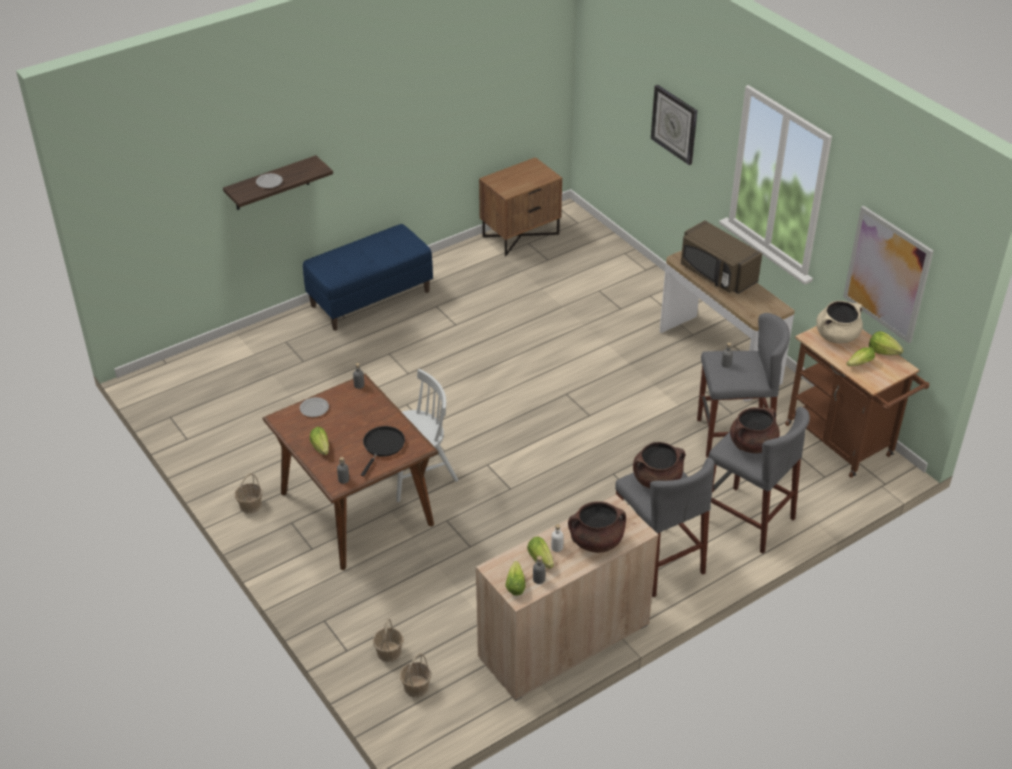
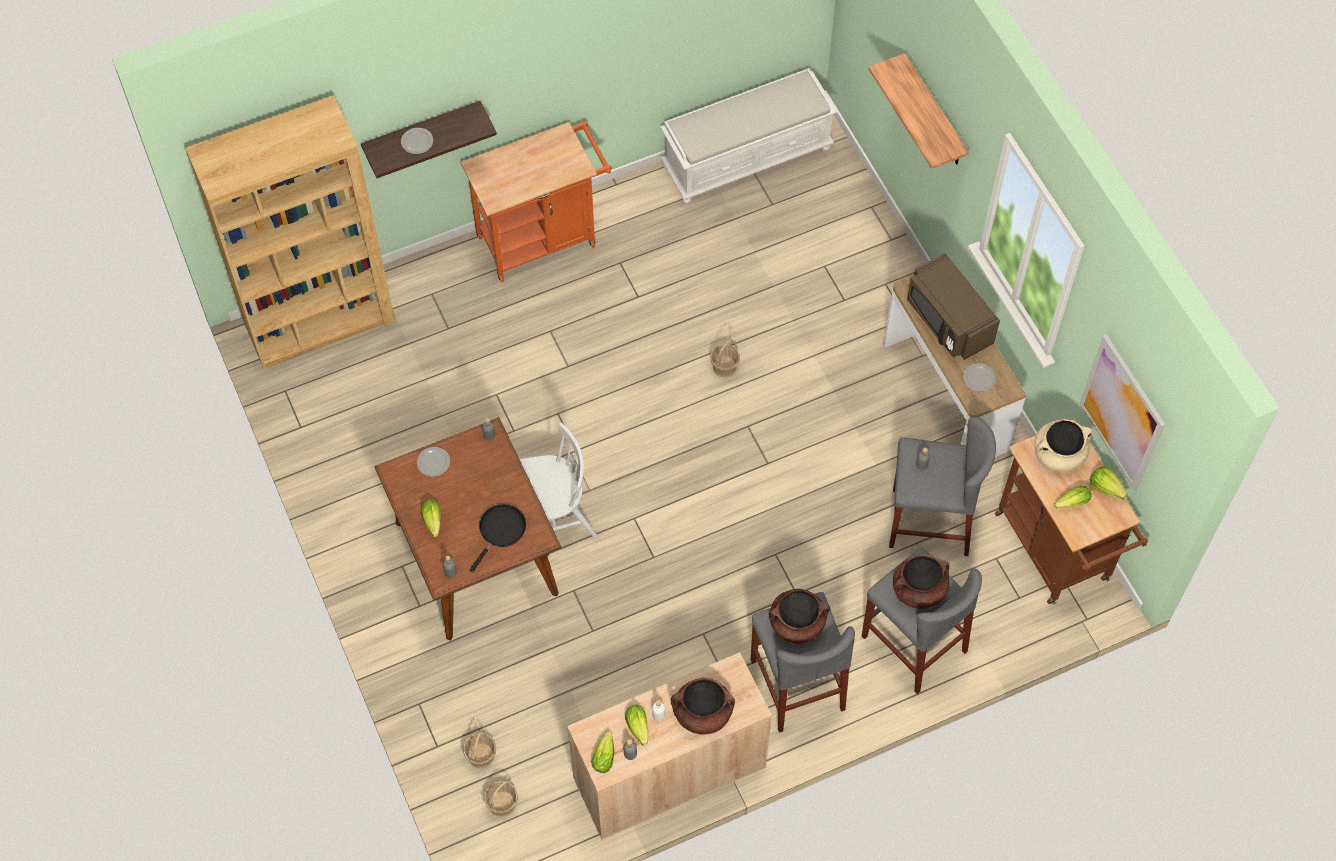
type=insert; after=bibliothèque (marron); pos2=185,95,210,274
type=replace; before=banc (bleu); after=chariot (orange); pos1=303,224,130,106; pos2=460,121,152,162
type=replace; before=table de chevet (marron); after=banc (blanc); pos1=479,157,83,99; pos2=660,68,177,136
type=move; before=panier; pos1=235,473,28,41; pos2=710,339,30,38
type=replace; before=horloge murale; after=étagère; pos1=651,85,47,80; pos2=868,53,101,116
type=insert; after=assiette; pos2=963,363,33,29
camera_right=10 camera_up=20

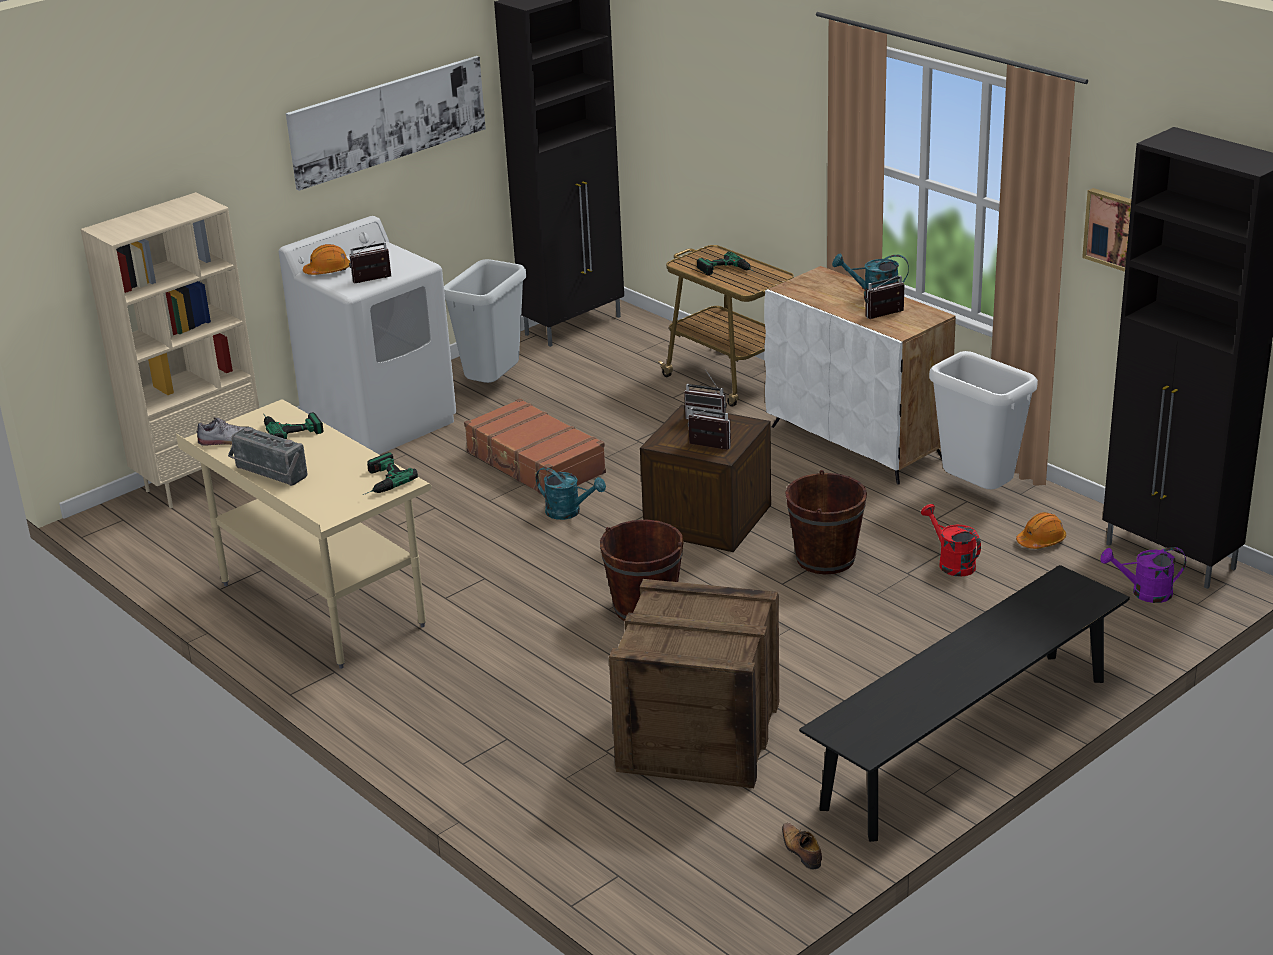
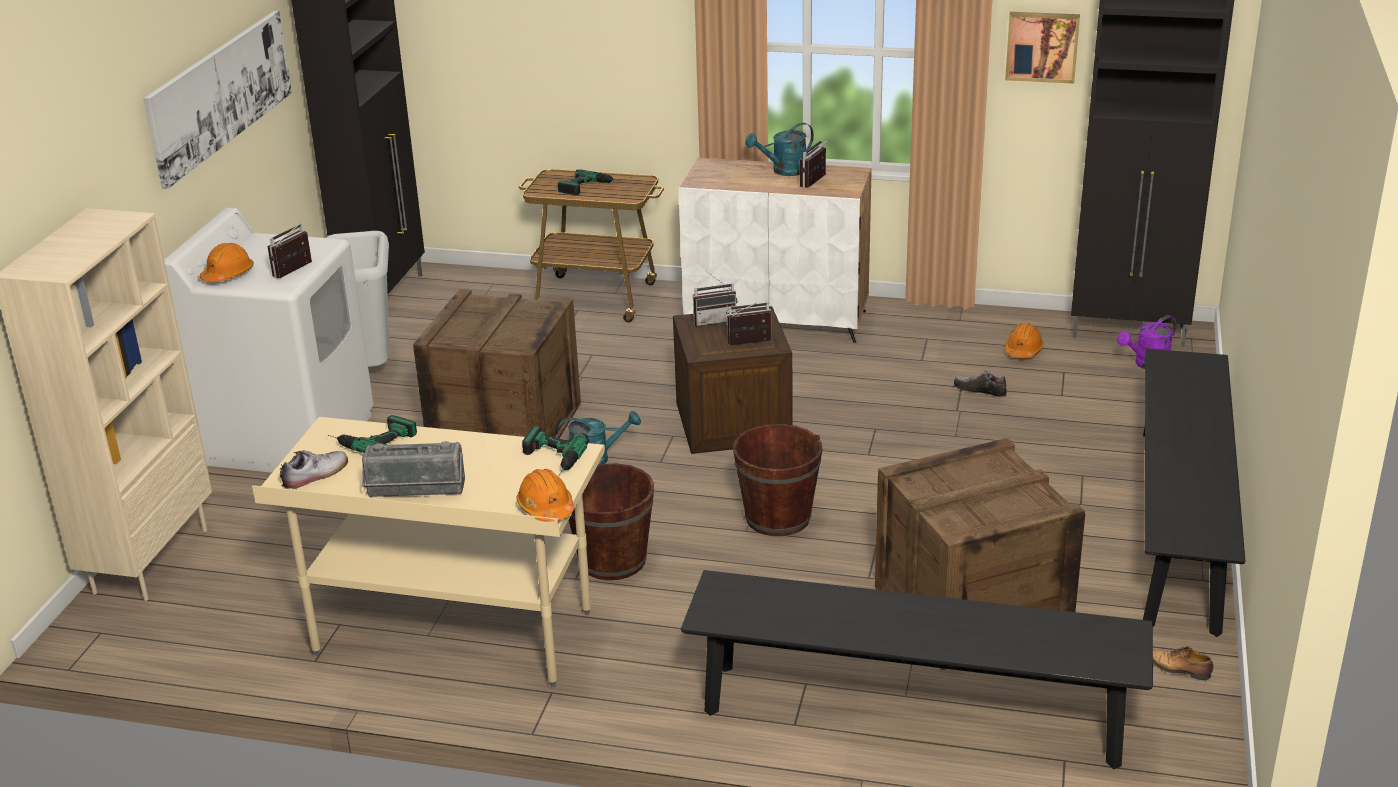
type=replace; before=valise (marron); after=caisse; pos1=464,398,142,96; pos2=413,289,168,149
type=insert; after=casque de chantier (orange); pos2=516,469,58,53
type=move; before=seau (marron); pos1=785,470,82,104; pos2=569,463,85,117
type=insert; after=banc (noir); pos2=681,570,472,199
type=replace; before=arrosoir (rouge); after=chaussure; pos1=921,504,60,73; pos2=954,370,53,27
type=delete; before=poubelle (blanc); pos1=929,351,109,138
camera_right=-35 camera_up=0

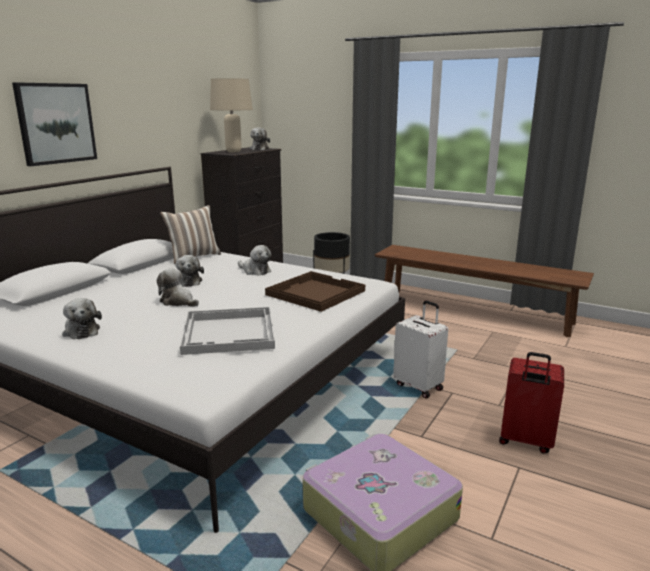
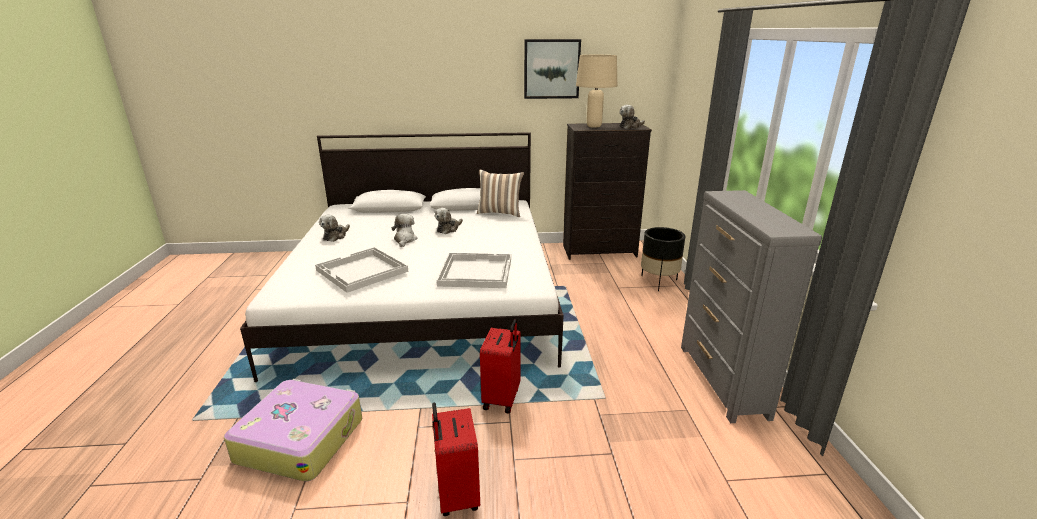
type=recolor; before=plateau (marron); after=plateau (blanc); pos1=265,271,100,41; pos2=437,253,74,35
type=recolor; before=valise (blanc); after=valise (rouge); pos1=393,300,55,98; pos2=480,319,41,95
type=move; before=tableau; pos1=12,82,85,84; pos2=524,39,57,60
type=replace; before=banc (marron); after=commode (gris); pos1=375,245,219,92; pos2=681,190,141,233
type=delete; before=peluche; pos1=238,245,33,31
camera_right=55 camera_up=5

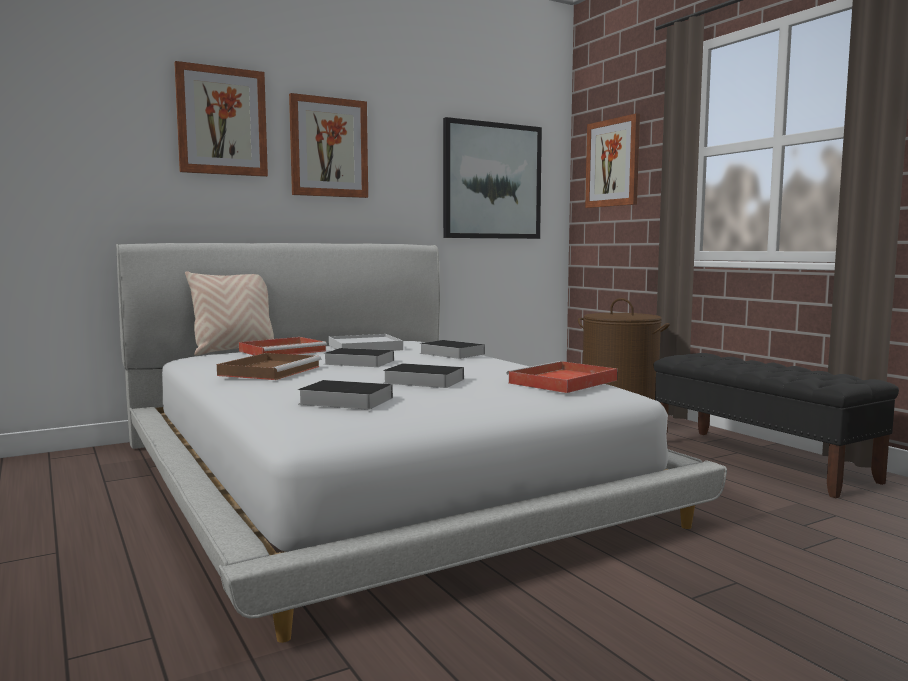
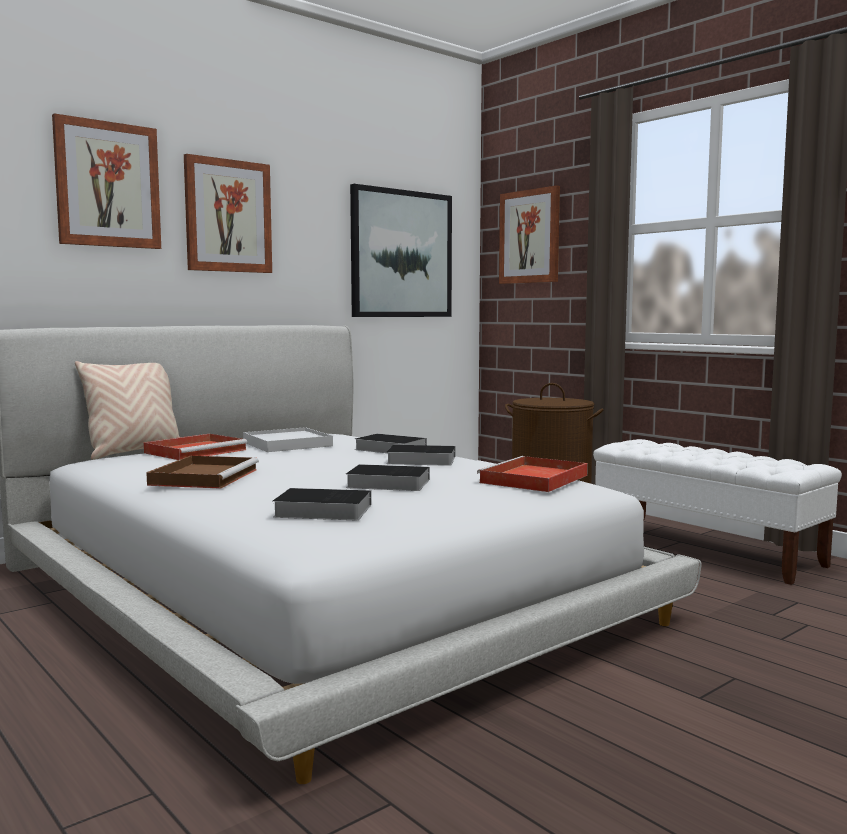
type=move; before=livre; pos1=323,348,71,19; pos2=387,445,68,21
type=recolor; before=banc (noir); after=banc (blanc); pos1=654,353,245,145; pos2=593,439,249,146
camera_right=-10 camera_up=0

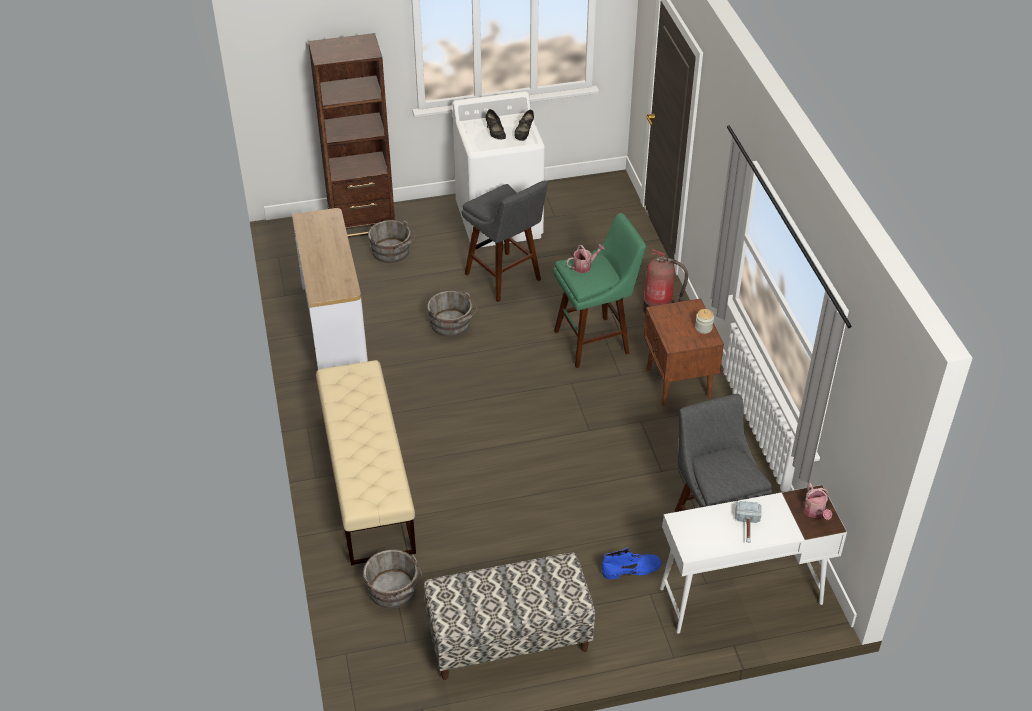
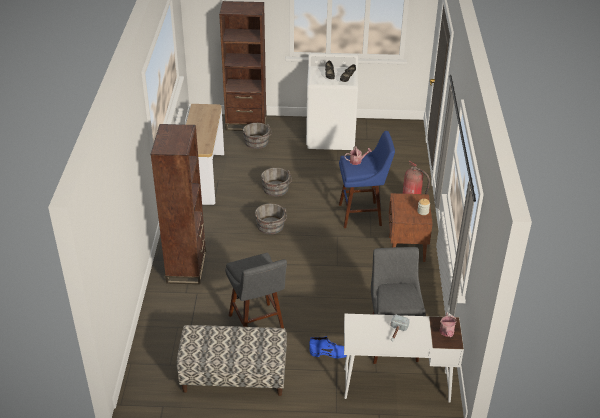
type=replace; before=banc (beige); after=bibliothèque (marron); pos1=316,360,100,206; pos2=150,124,56,161
type=move; before=tabouret (gris); pos1=462,180,86,122; pos2=225,253,62,75
type=move; before=seau (gris); pos1=363,550,59,59; pos2=255,203,32,31
type=recolor; before=tabouret (vert); after=tabouret (bleu); pos1=553,213,93,155; pos2=339,131,56,97
camera_right=15 camera_up=-5

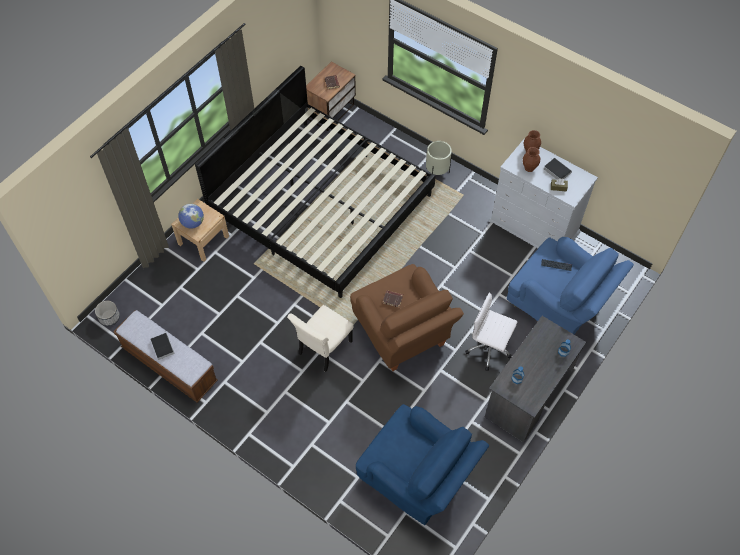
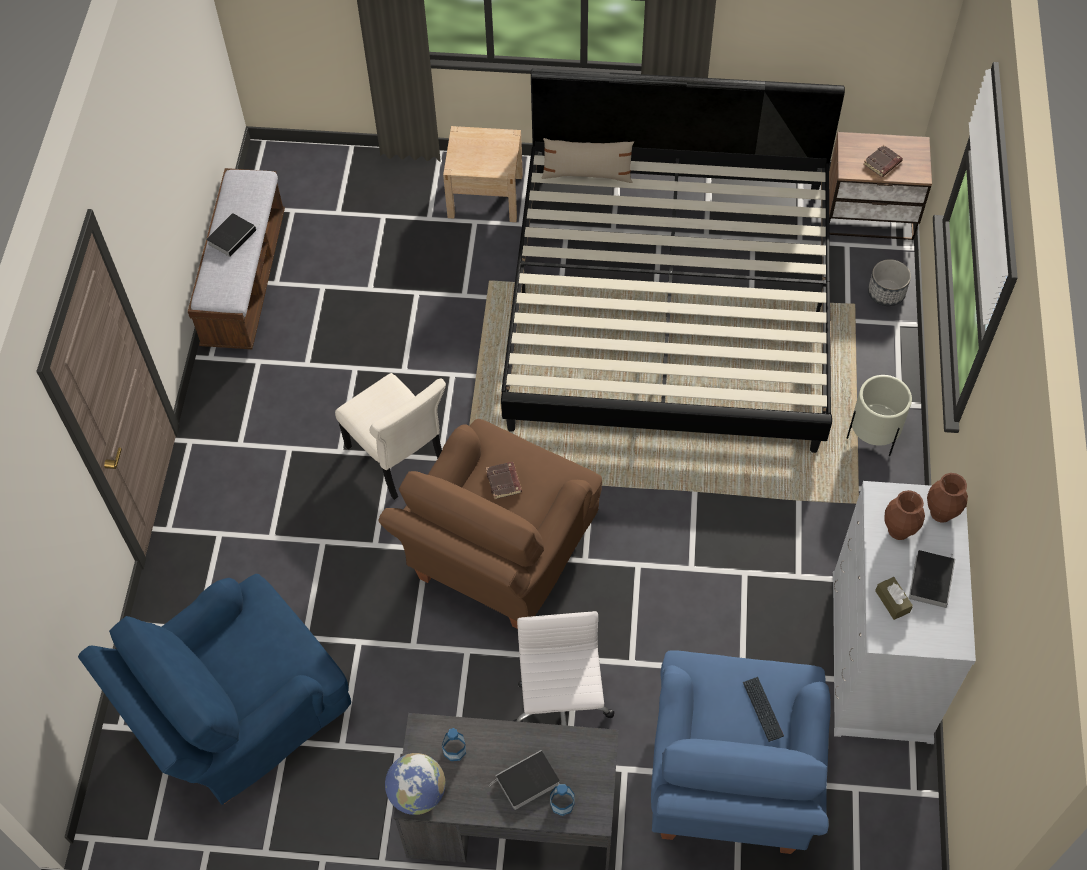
type=rotate; before=fauteuil (bleu); pos1=356,404,133,121; pos2=78,574,273,231; turn=45
type=rotate; before=chaise (beige); pos1=287,305,67,67; pos2=335,373,111,127; turn=-135
type=move; before=globe; pos1=178,204,26,25; pos2=385,753,61,62
type=insert; after=livre; pos2=488,750,72,60
type=insert; after=coussin (beige); pos2=541,138,93,45
type=move; before=cache-pot; pos1=95,301,25,25; pos2=868,259,43,47
camera_right=60 camera_up=0

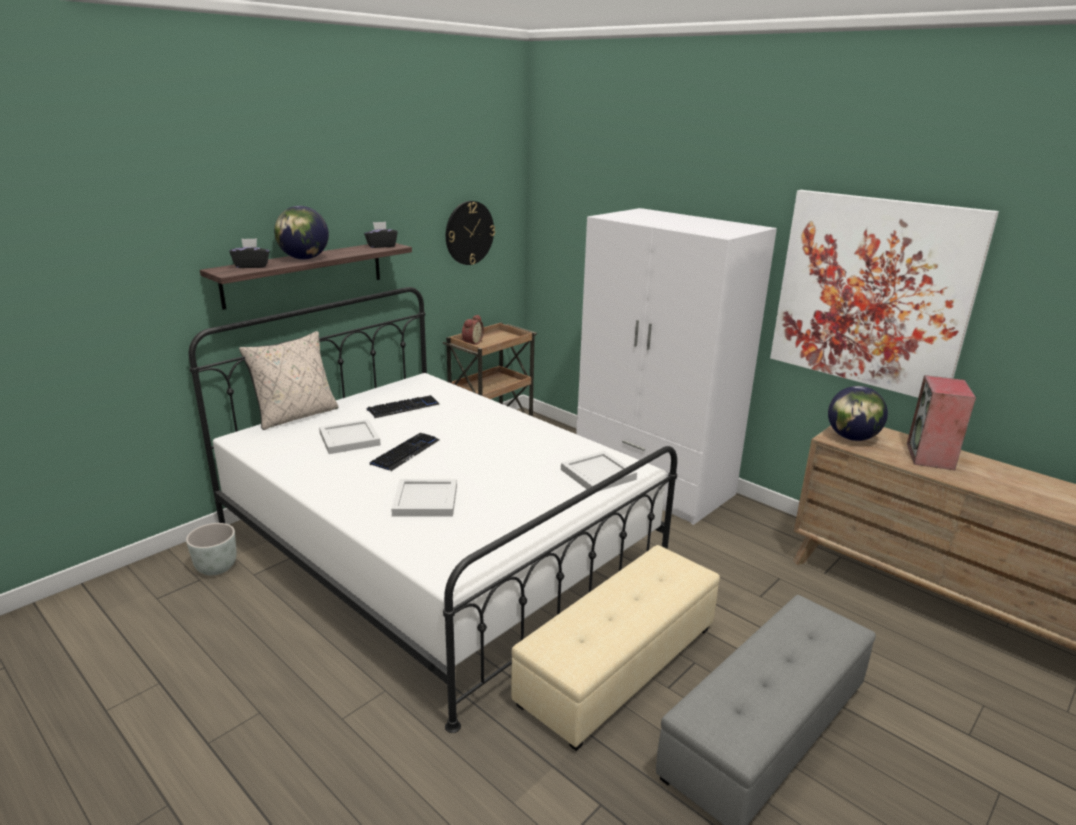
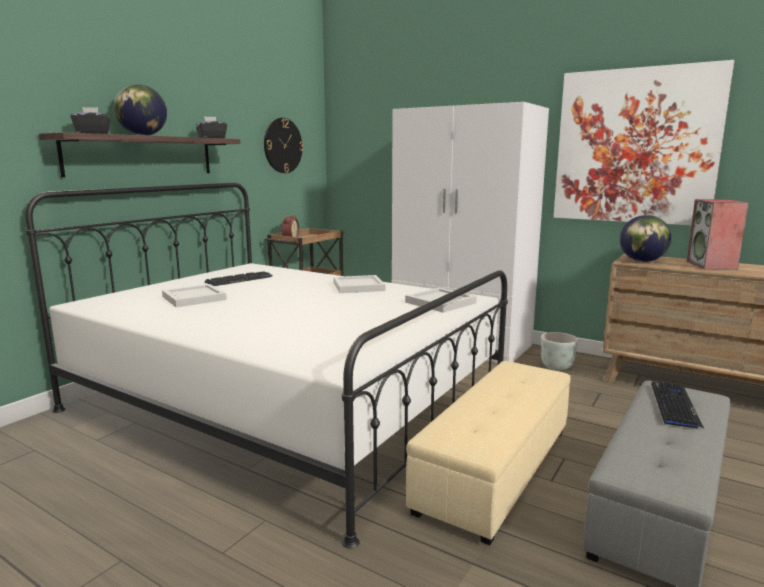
type=move; before=plateau (blanc); pos1=391,479,66,38; pos2=333,275,53,18
type=move; before=cache-pot (gris); pos1=186,523,51,52; pos2=541,332,37,38
type=move; before=clavier; pos1=370,433,69,38; pos2=651,381,53,48
type=delete; before=coussin (beige); pos1=239,331,99,99
camera_right=-10 camera_up=-10

